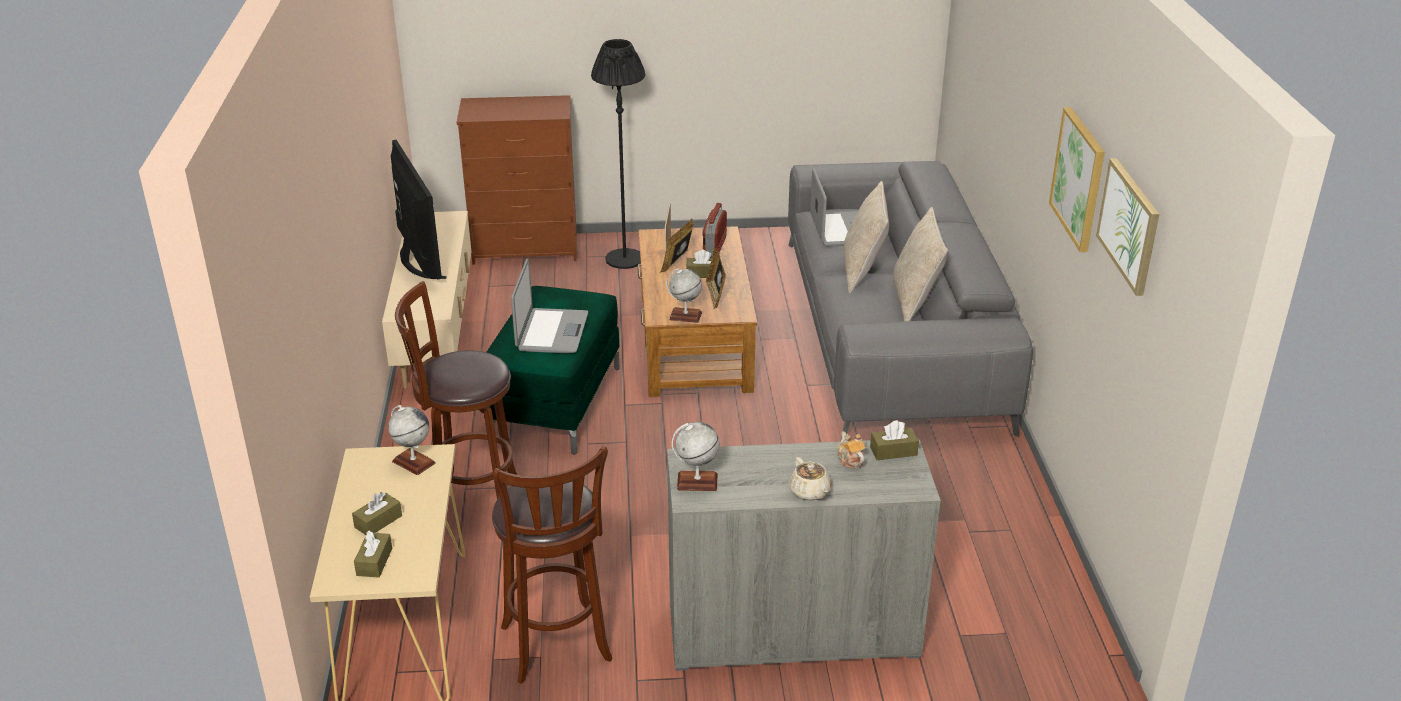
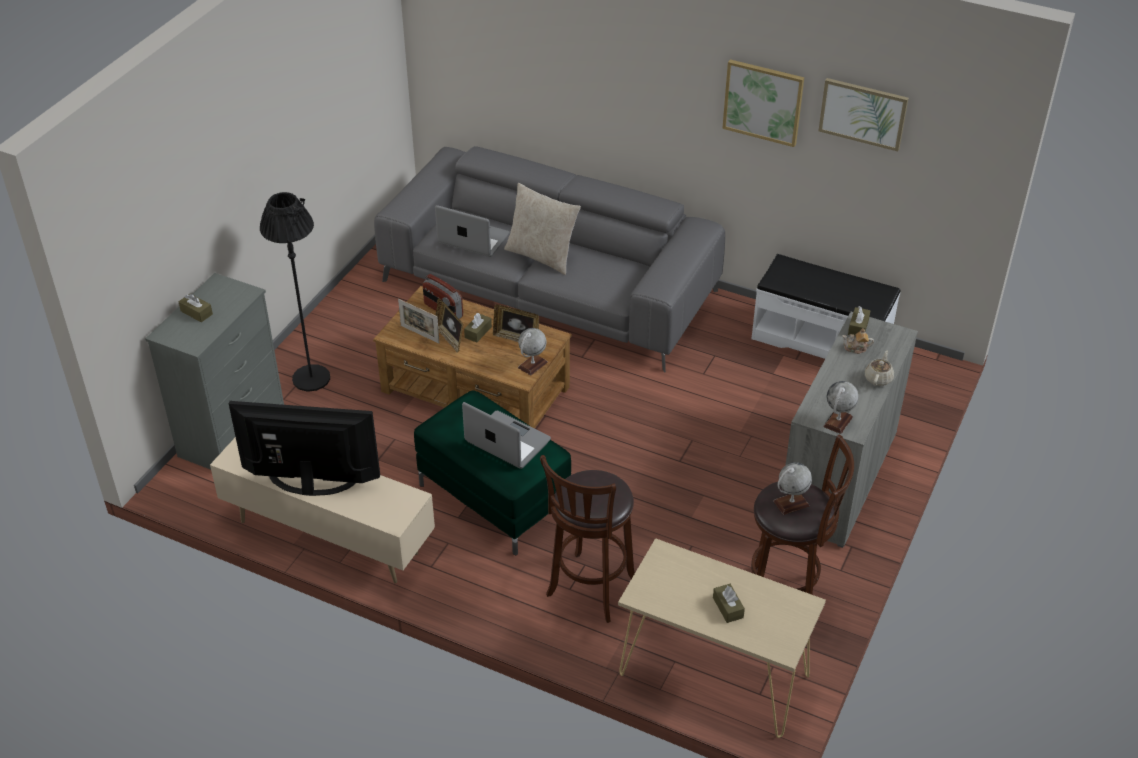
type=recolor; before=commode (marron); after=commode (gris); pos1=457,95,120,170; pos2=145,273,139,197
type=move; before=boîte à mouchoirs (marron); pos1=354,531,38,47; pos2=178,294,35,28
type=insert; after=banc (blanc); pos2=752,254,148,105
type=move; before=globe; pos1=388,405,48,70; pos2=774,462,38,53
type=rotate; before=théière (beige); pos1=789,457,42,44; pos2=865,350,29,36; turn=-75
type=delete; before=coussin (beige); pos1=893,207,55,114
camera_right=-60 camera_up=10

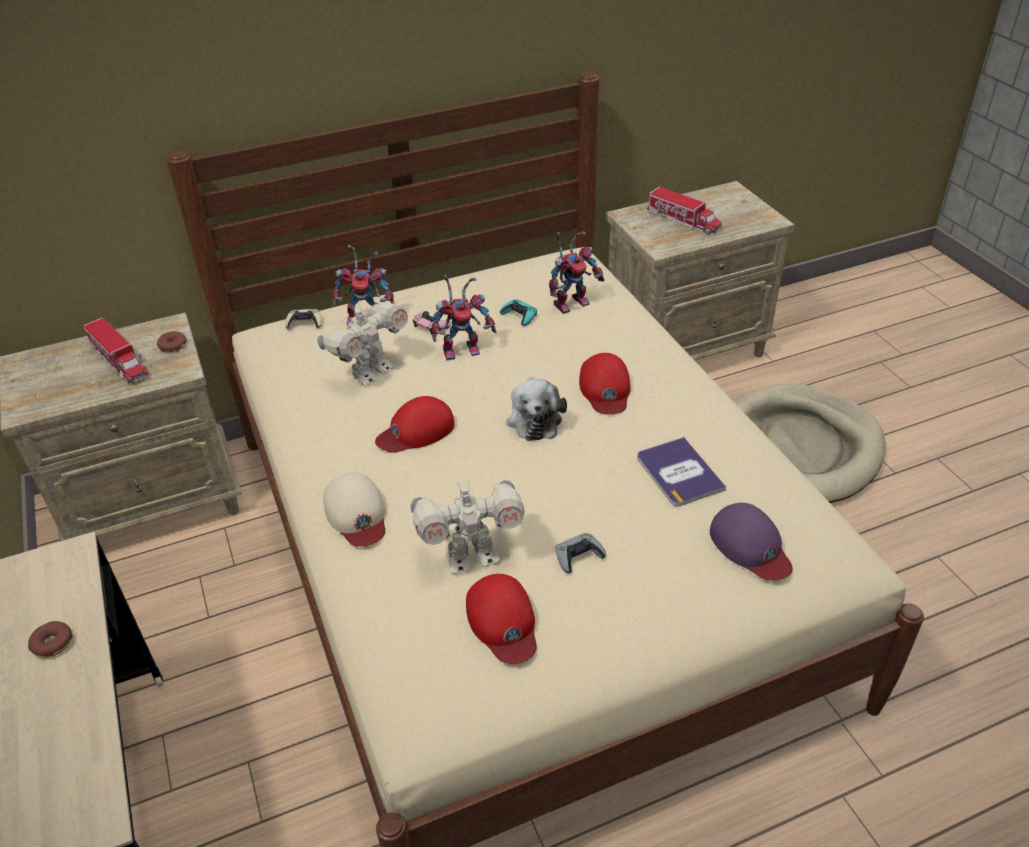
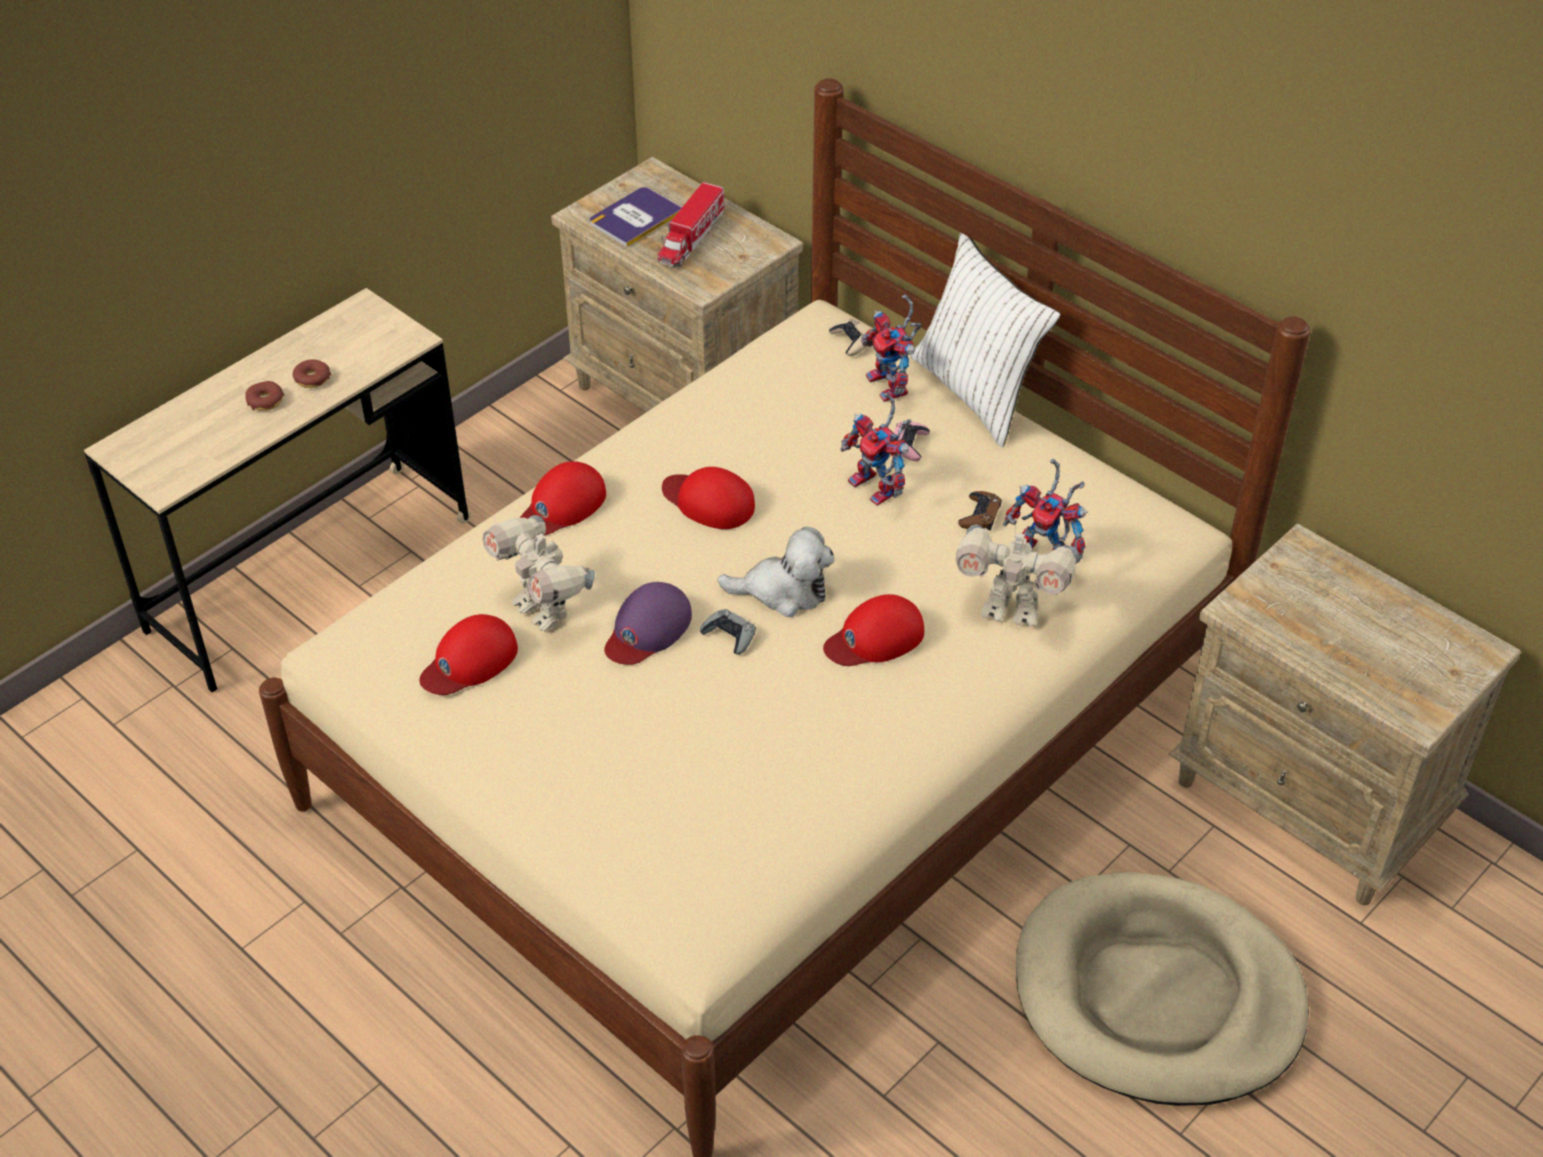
type=move; before=beignet; pos1=157,331,30,21; pos2=245,381,39,30
type=recolor; before=casquette (beige); after=casquette (rouge); pos1=323,473,62,74; pos2=520,461,86,74
type=move; before=livre; pos1=637,437,89,69; pos2=590,187,92,60
type=move; before=casquette (violet); pos1=710,503,83,77; pos2=604,582,88,83
type=move; before=manette (gris); pos1=556,533,50,40; pos2=700,609,56,46
type=rotate; before=peluche; pos1=506,377,61,64; pos2=717,527,117,90; turn=-150
type=insert; after=coussin (blanc); pos2=910,233,151,214
type=move; before=robot jouet; pos1=317,302,91,84; pos2=956,524,123,102
type=recolor; before=manette (turquoise); after=manette (marron); pos1=500,300,37,26; pos2=958,491,44,39
type=delete; before=camion jouet; pos1=647,187,75,48
camera_right=65 camera_up=5

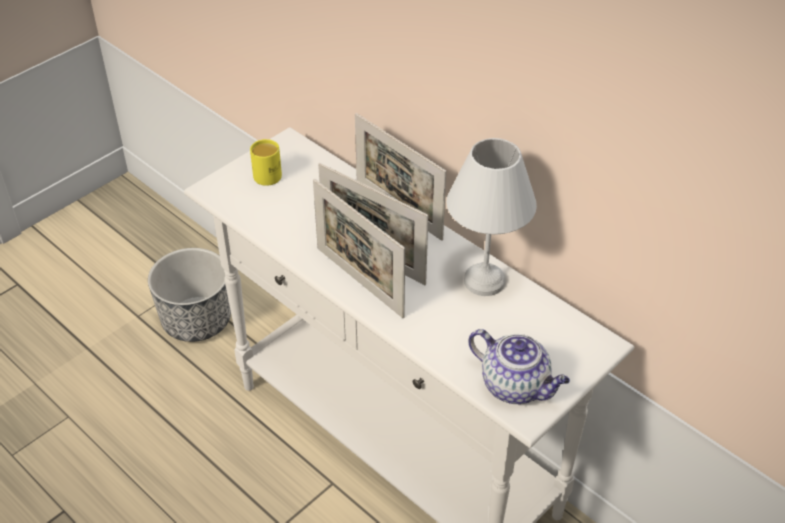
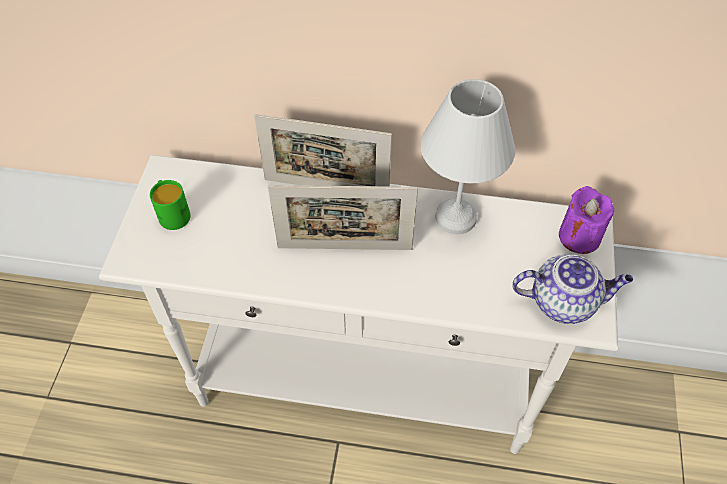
type=recolor; before=mug (jaune); after=mug (vert); pos1=250,139,32,47; pos2=150,180,41,50
type=insert; after=bougie (violet); pos2=559,186,55,68
type=delete; before=cache-pot; pos1=148,248,83,94
type=delete; before=cadre photo; pos1=313,179,92,139
camera_right=-35 camera_up=10

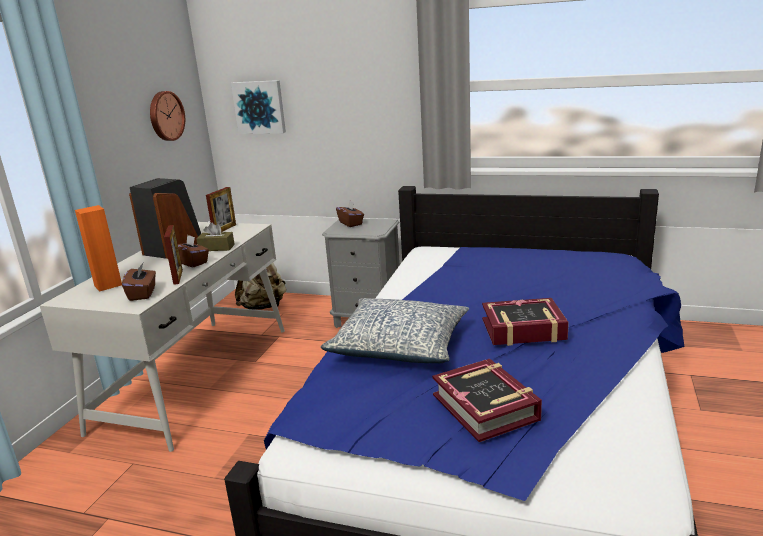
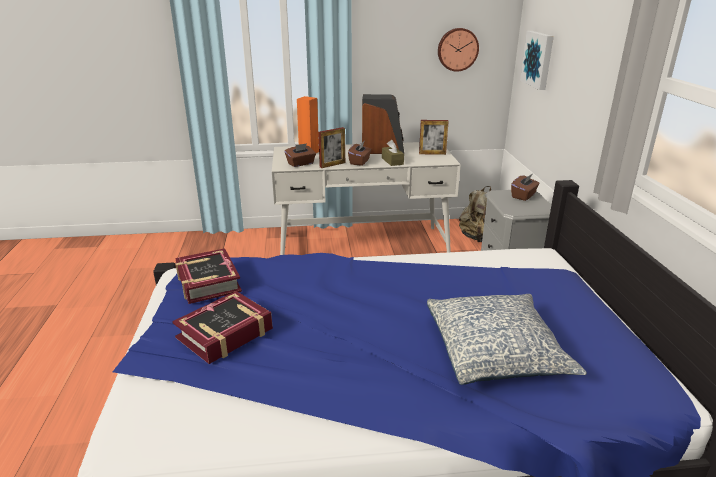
type=move; before=livre; pos1=482,298,87,48; pos2=175,248,67,56
type=move; before=coussin; pos1=321,298,148,65; pos2=427,294,160,91
camera_right=65 camera_up=5

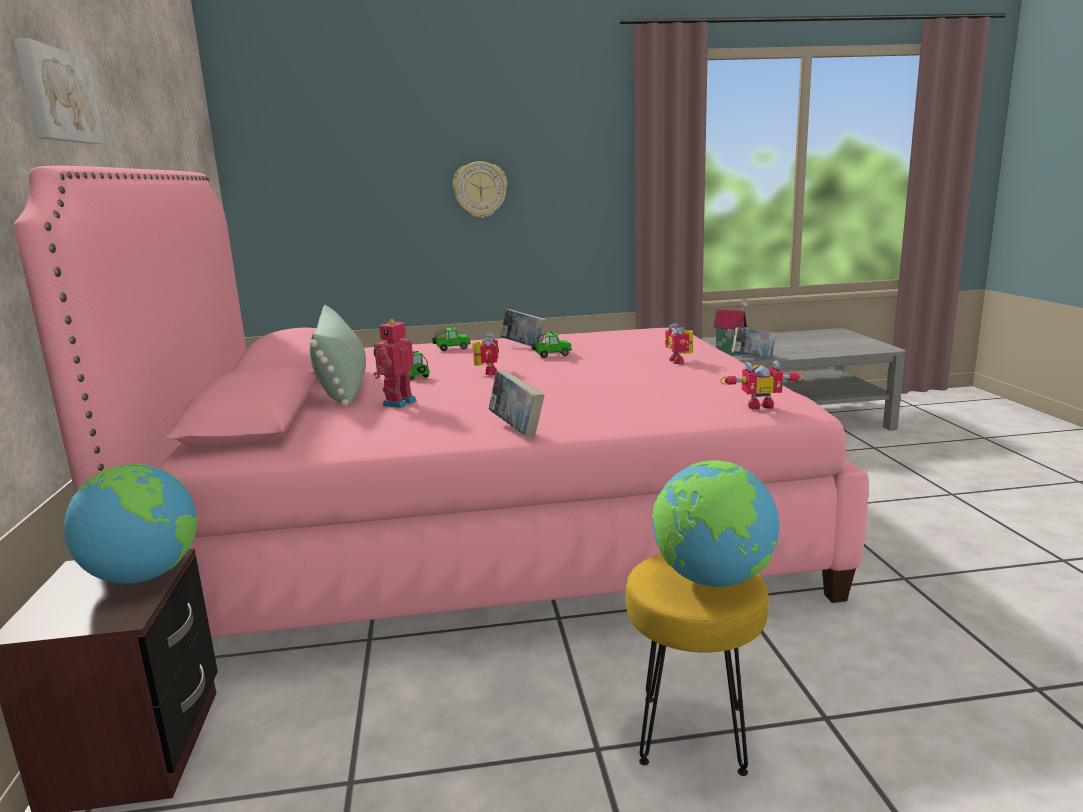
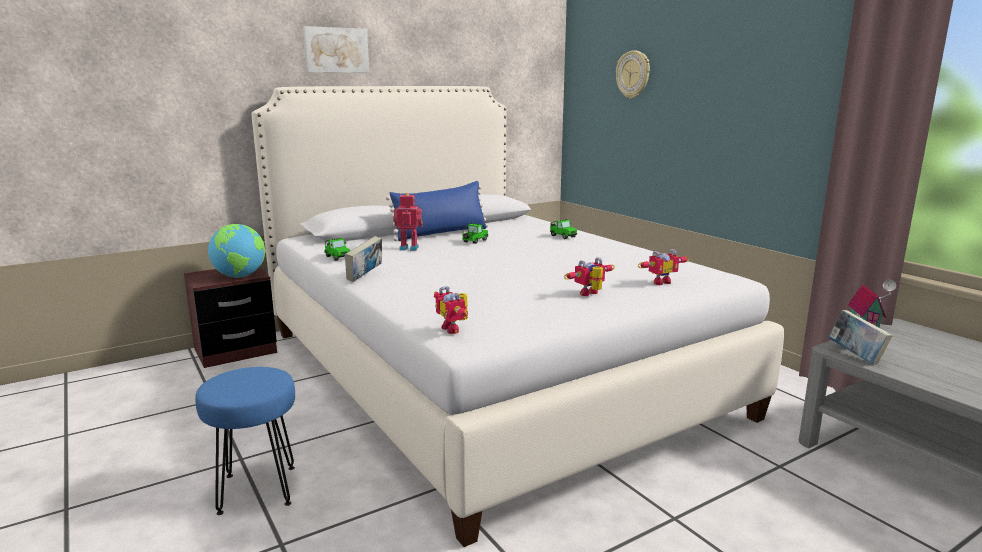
type=recolor; before=tabouret (jaune); after=tabouret (bleu); pos1=625,554,144,222; pos2=195,367,100,148
type=recolor; before=lit (rose); after=lit (blanc); pos1=14,166,855,471; pos2=251,86,533,461
type=move; before=petite voiture; pos1=531,332,41,26; pos2=324,238,26,23
type=recolor; before=coussin (vert); after=coussin (bleu); pos1=309,305,57,102; pos2=386,181,102,60
type=move; before=horloge murale; pos1=453,161,54,57; pos2=616,50,34,49
type=move; before=robot jouet; pos1=472,333,27,42; pos2=638,249,51,36
type=delete; before=livre; pos1=500,309,47,37
type=delete; before=globe; pos1=652,460,127,127
camera_right=65 camera_up=0

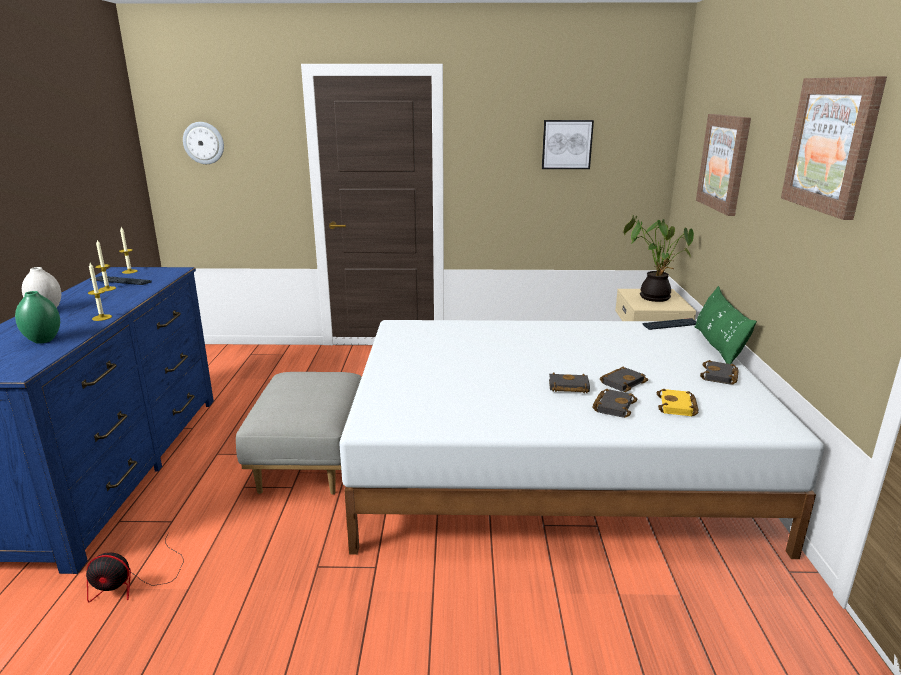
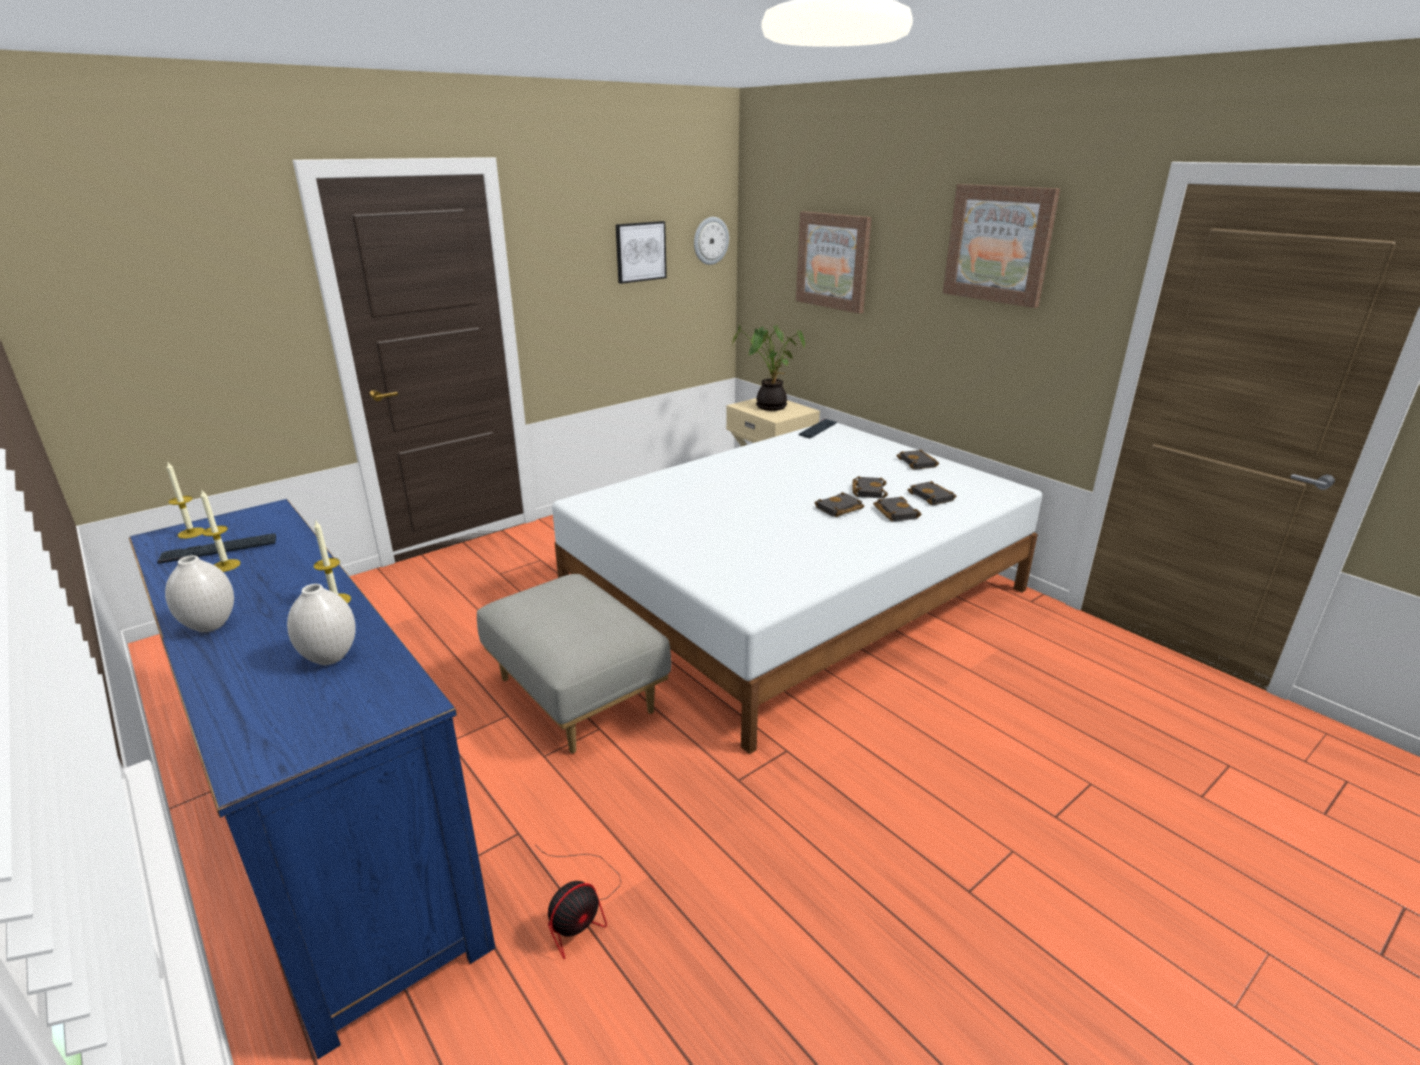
type=recolor; before=vase (vert); after=vase (blanc); pos1=15,291,45,53; pos2=287,584,69,81
type=move; before=horloge murale; pos1=183,122,41,42; pos2=694,217,35,48
type=recolor; before=livre (jaune); after=livre (noir); pos1=657,389,42,27; pos2=908,481,48,24
type=delete; before=coussin (vert); pos1=695,286,62,78
camera_right=-40 camera_up=5

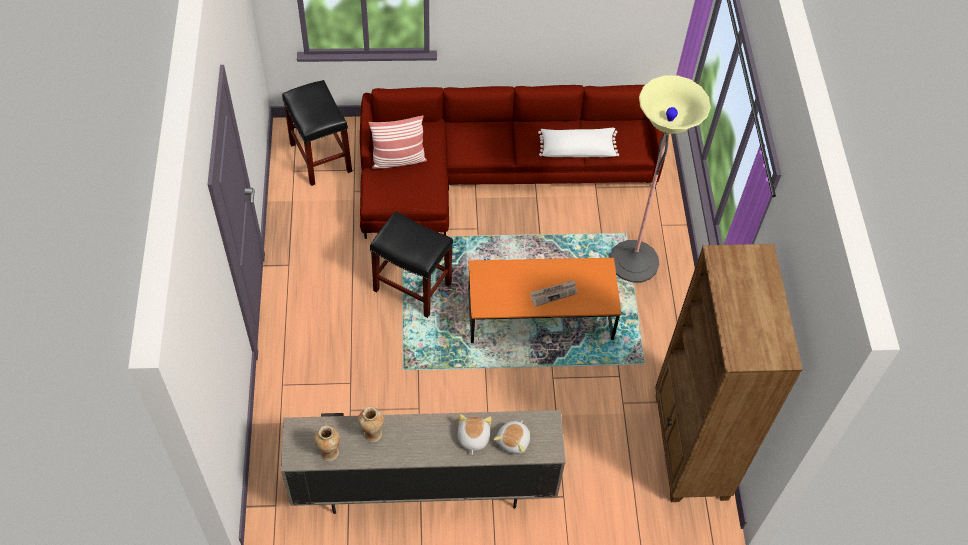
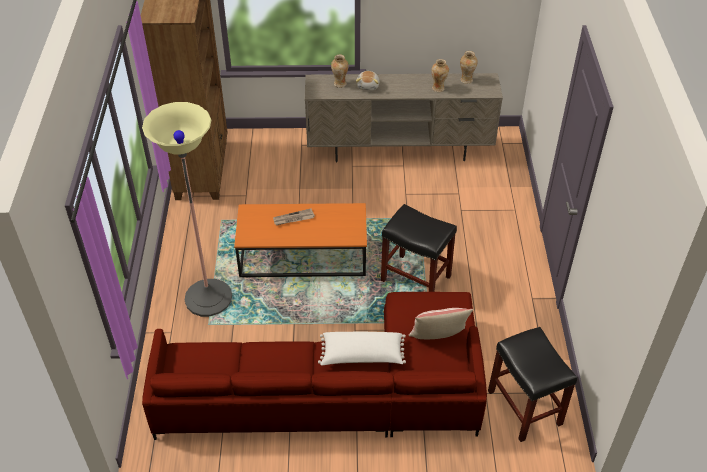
type=move; before=coussin (blanc); pos1=538,128,81,29; pos2=318,332,88,33
type=replace; before=peluche; after=vase; pos1=493,420,37,34; pos2=331,54,18,34
camera_right=-175 camera_up=-10

